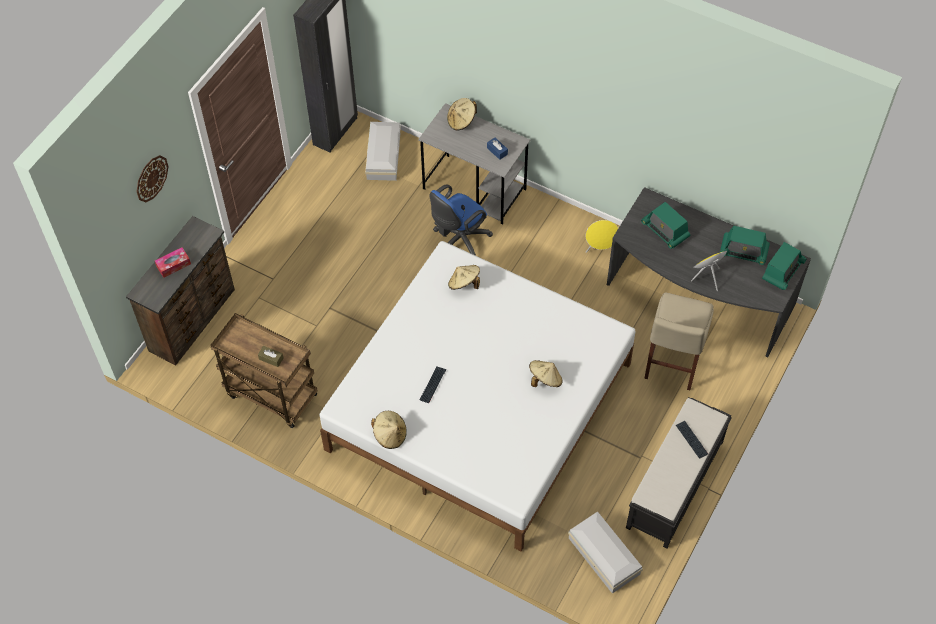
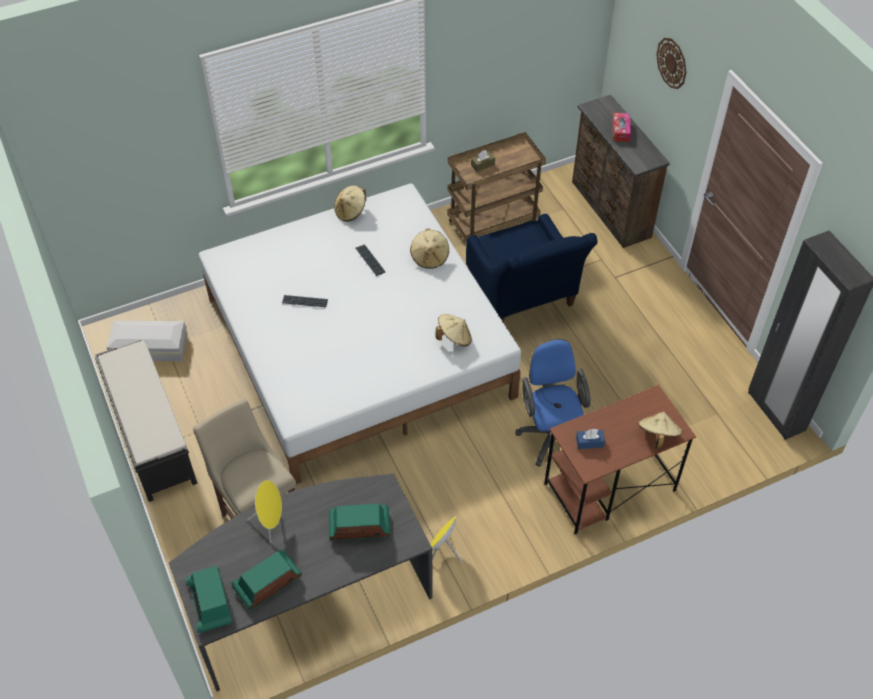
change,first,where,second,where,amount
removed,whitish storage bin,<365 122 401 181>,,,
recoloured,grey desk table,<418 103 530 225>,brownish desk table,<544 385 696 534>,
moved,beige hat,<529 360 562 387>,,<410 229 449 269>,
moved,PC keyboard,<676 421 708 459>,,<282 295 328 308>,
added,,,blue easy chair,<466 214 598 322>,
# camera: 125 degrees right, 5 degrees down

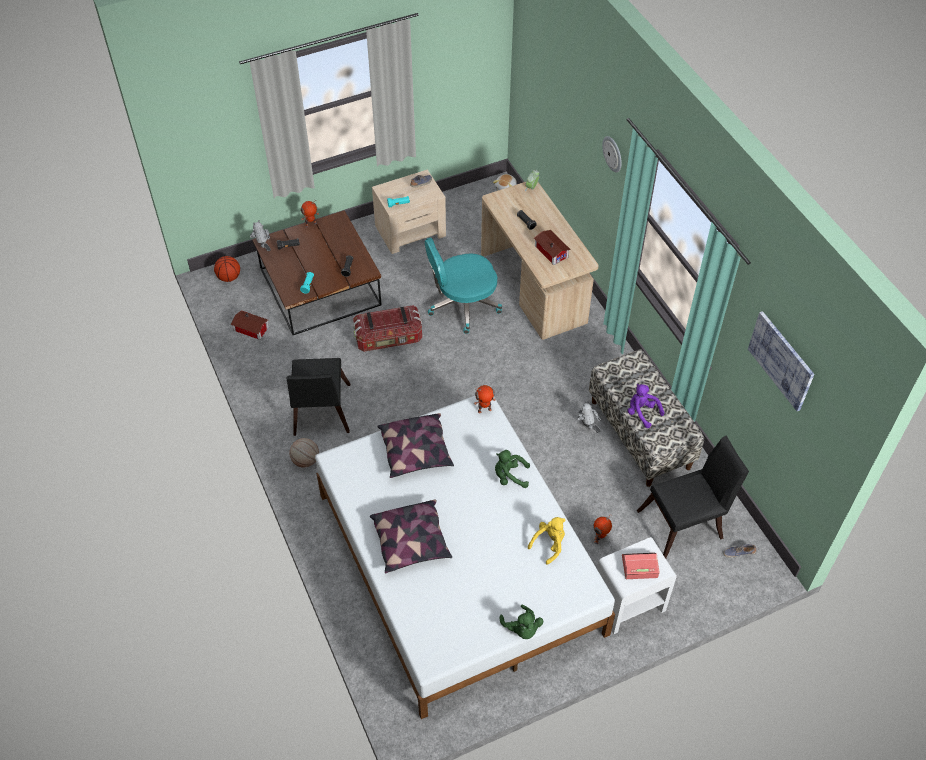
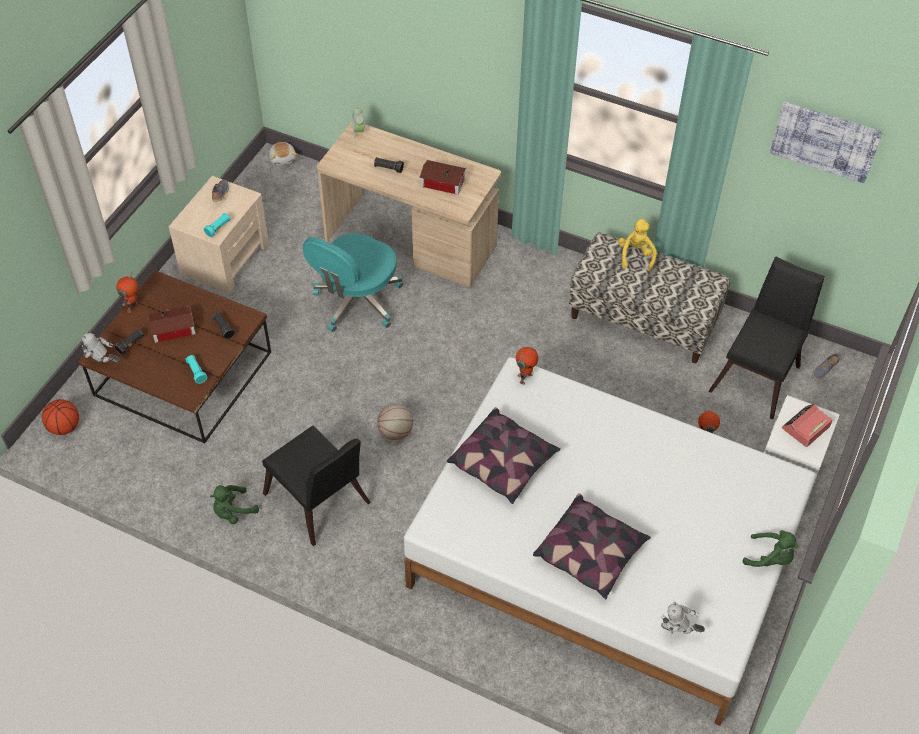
change,first,where,second,where,amount
moved,toy house,<231 310 269 340>,,<148 306 196 343>,
moved,basketball ball,<289 438 319 468>,,<377 404 413 440>,
removed,storage bin,<353 305 422 352>,,,
moved,green cuddly toy,<495 450 530 488>,,<210 485 259 524>,
moved,yellowish cuddly toy,<528 517 565 565>,,<618 219 657 271>,
moved,robot figure,<578 402 601 433>,,<661 602 705 634>,
removed,hanging clock,<602 136 622 173>,,,
removed,purplish cuddly toy,<628 384 664 428>,,,
# camera: 40 degrees left, 0 degrees up

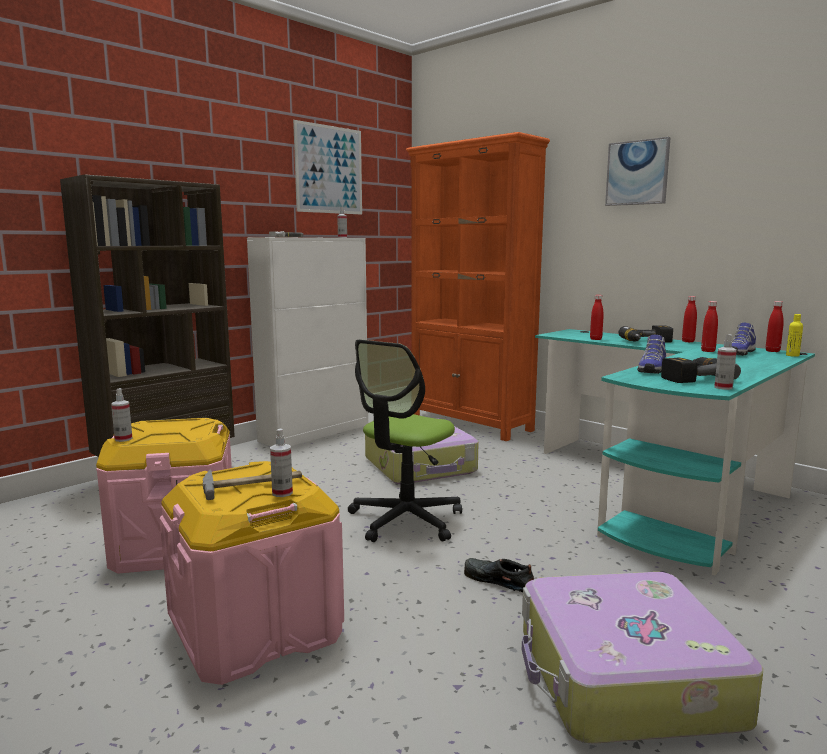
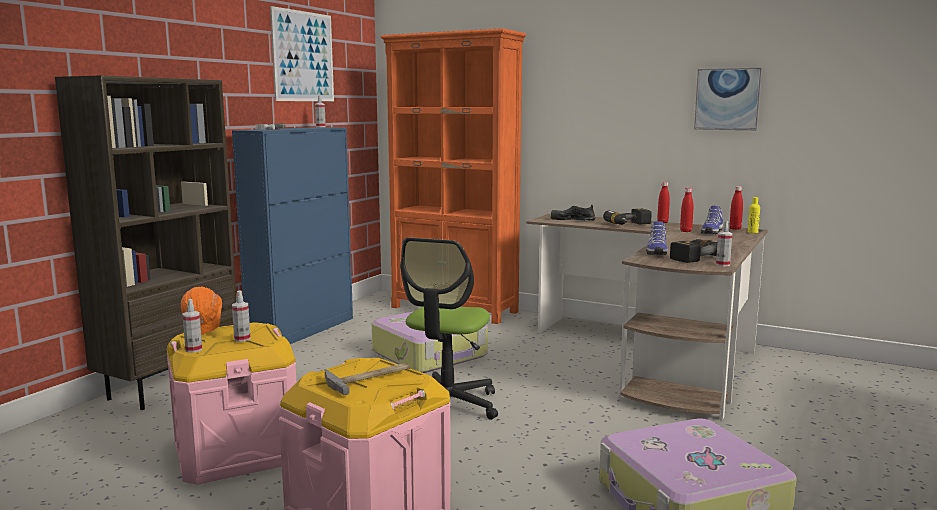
change,first,where,second,where,amount
recoloured,whitish storage cabinet,<247 237 368 446>,blue storage cabinet,<232 127 353 344>,
moved,hand sprayer,<270 429 293 497>,,<232 290 251 342>,
moved,blackish shoe,<464 558 534 592>,,<551 205 595 221>,
recoloured,blue-green desk table,<535 329 815 576>,brownish desk table,<526 213 768 421>,
removed,red bottle,<590 295 603 340>,,,
moved,picture,<605 137 671 206>,,<694 68 762 130>,
added,,,orange safety helmet,<181 286 222 335>,
# camera: 15 degrees left, 0 degrees up

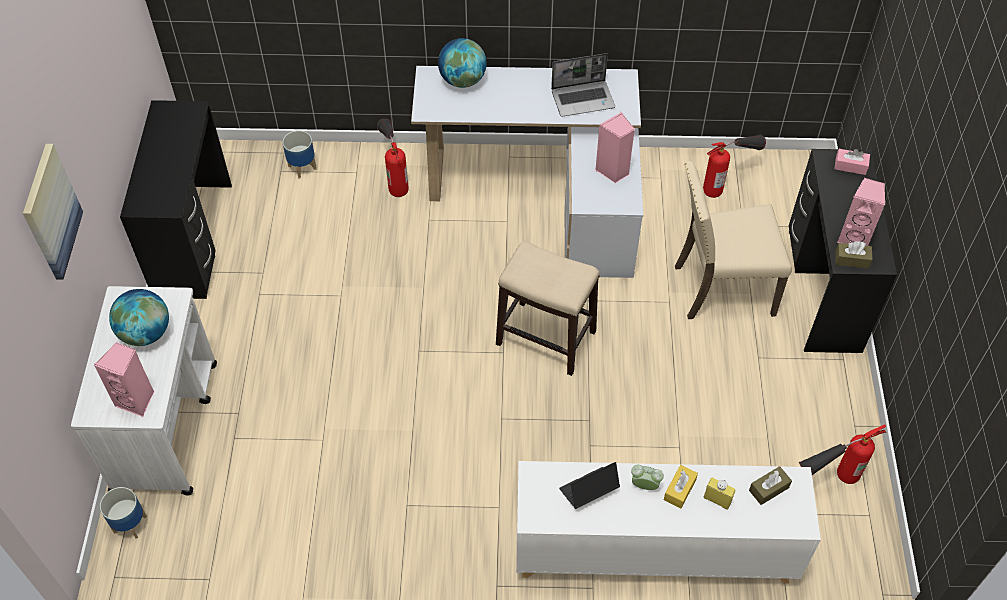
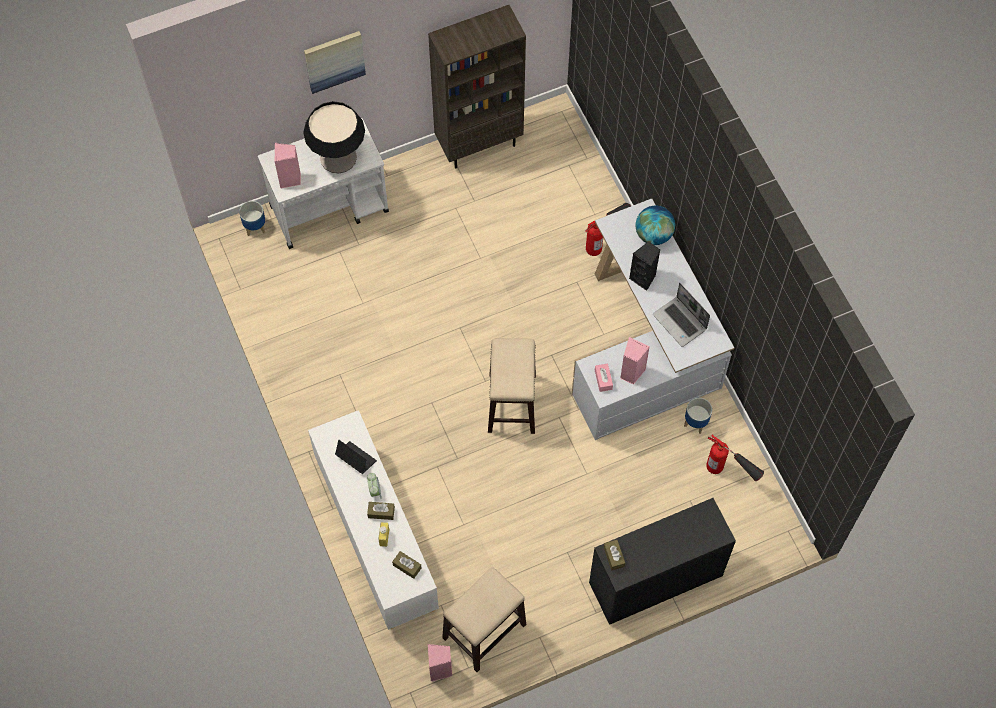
change,first,where,second,where,amount
replaced,world globe,<109 289 169 346>,tabletop lamp,<303 101 365 174>,
replaced,blackish desk table,<120 100 232 299>,brownish bookshelf,<428 5 526 168>,
moved,flower pot,<283 130 317 178>,,<684 398 712 434>,
recoloured,yellowish box of tissues,<664 465 698 509>,brownish box of tissues,<367 502 395 520>,
removed,beige upright chair,<675 161 792 319>,,,
replaced,fire-fighting cylinder,<799 424 886 484>,sitting stool,<442 567 526 672>,
moved,pinkish box of tissues,<834 149 870 175>,,<595 363 613 392>,
moved,pinkish loudspeaker,<837 178 885 246>,,<428 644 452 682>,
added,,,blackish loudspeaker,<629 241 660 291>,
# camera: 65 degrees right, 10 degrees up

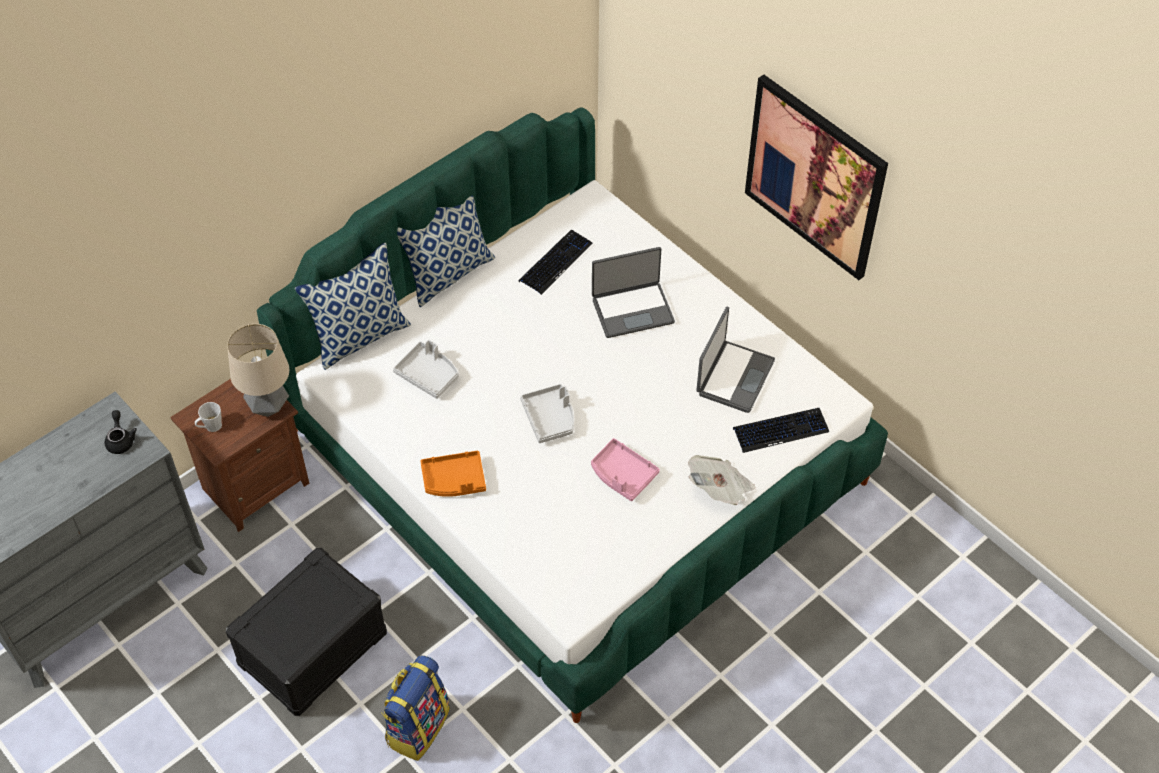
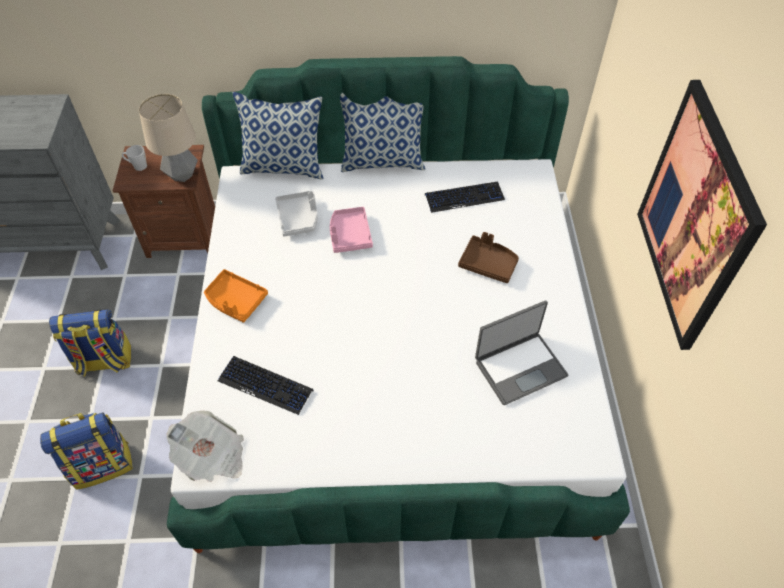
change,first,where,second,where,amount
removed,blackish pot for tea,<105 410 137 454>,,,
replaced,blackish storage bin,<226 548 387 716>,rucksack,<49 309 131 377>,
removed,grey carrying tray,<520 384 574 443>,,,
moved,pinkish carrying tray,<591 438 660 501>,,<330 207 373 253>,
replaced,portable computer,<592 247 675 338>,brownish carrying tray,<458 232 519 283>,
moved,daily paper,<688 455 756 505>,,<167 411 244 482>,
moved,PC keyboard,<733 408 829 453>,,<218 356 313 415>,
# camera: 40 degrees right, 0 degrees up

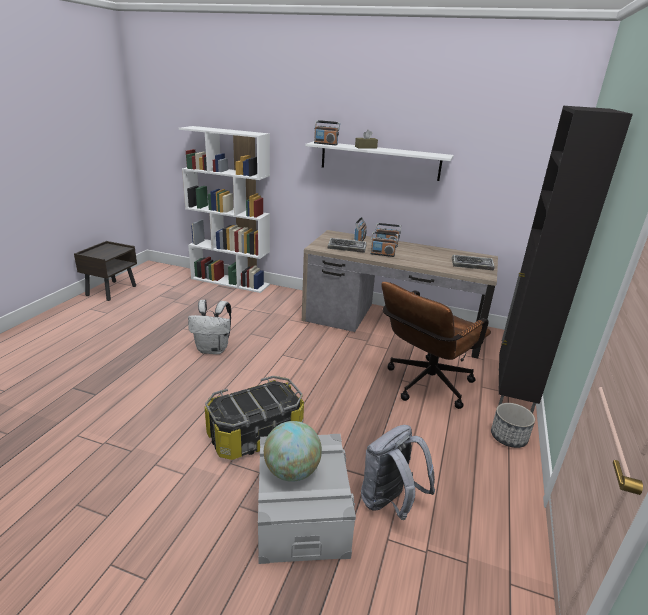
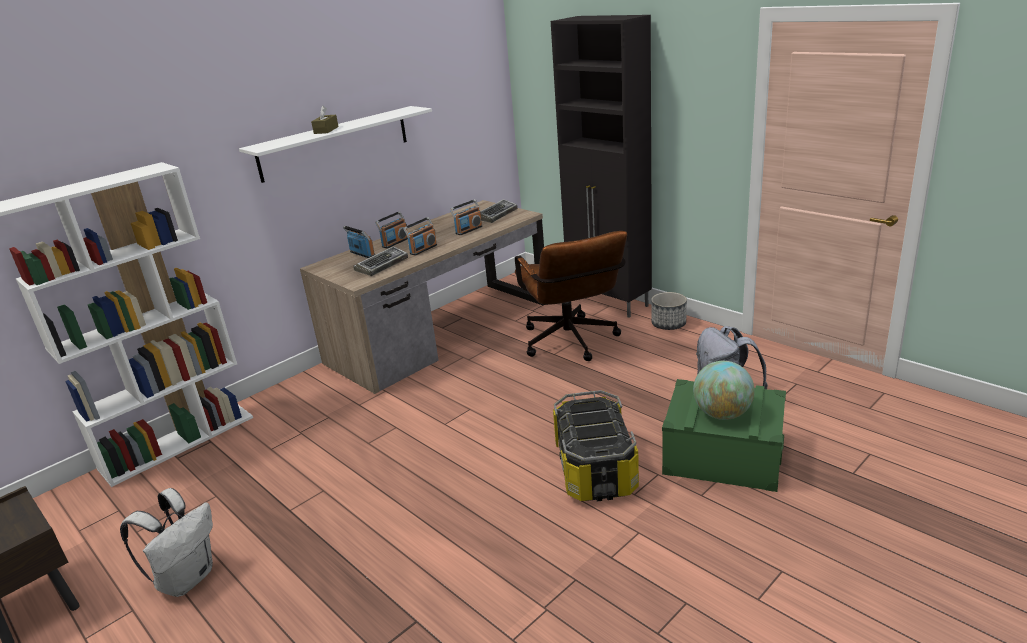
change,first,where,second,where,amount
moved,whitish rucksack,<188 300 231 354>,,<120 488 213 597>,
recoloured,grey storage bin,<258 434 356 564>,green storage bin,<662 379 786 492>,
moved,radio receiver,<314 120 340 145>,,<450 199 483 235>,
# camera: 60 degrees left, 0 degrees up

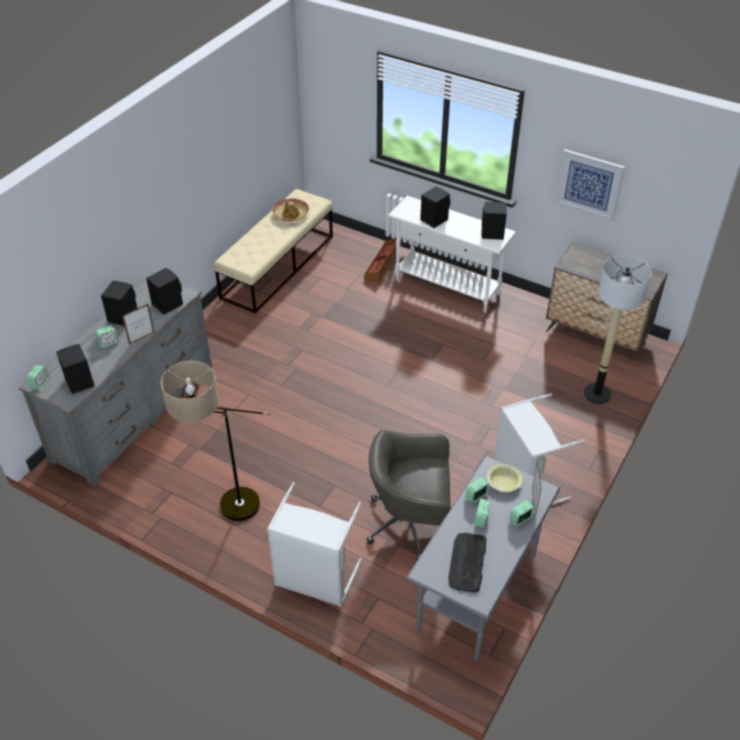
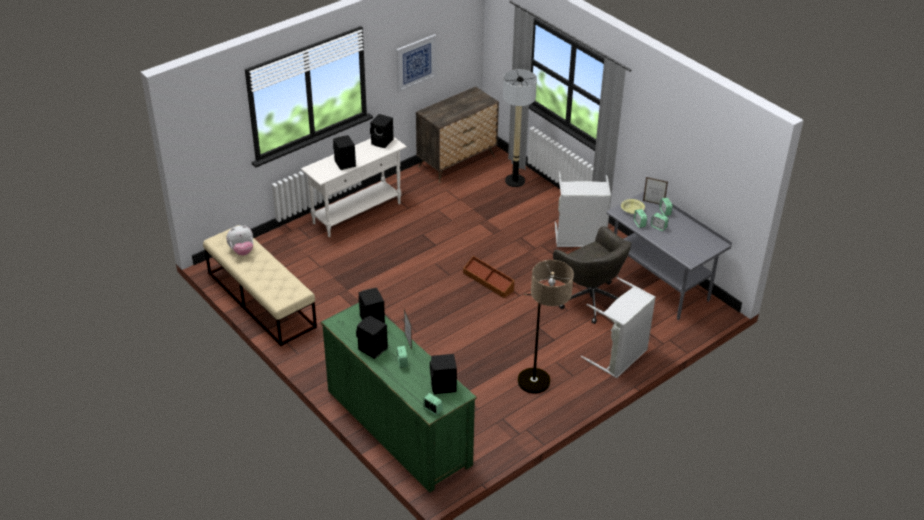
change,first,where,second,where,amount
recoloured,grey chest of drawers,<19 272 212 486>,green chest of drawers,<321 303 477 493>,
replaced,hat,<272 198 309 221>,cuddly toy,<226 225 253 256>,
moved,brownish storage bin,<364 239 396 283>,,<463 256 515 298>,
turned,grey office chair,<366 430 451 560>,,<553 226 631 324>,60 degrees counterclockwise
removed,PC keyboard,<448 533 486 593>,,,
# camera: 70 degrees left, 5 degrees down

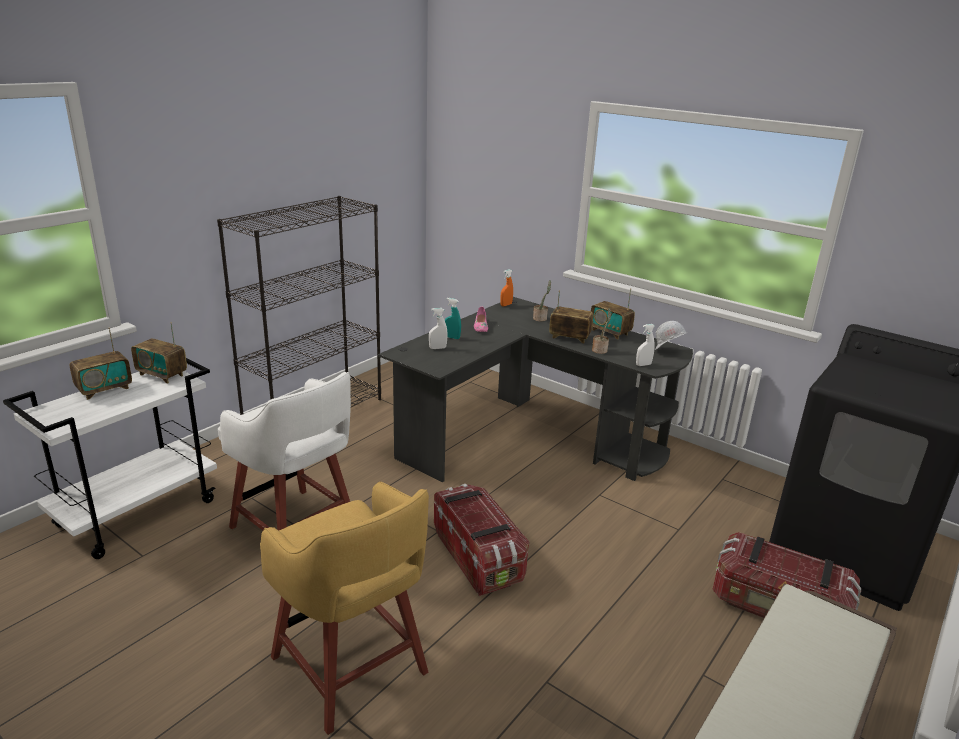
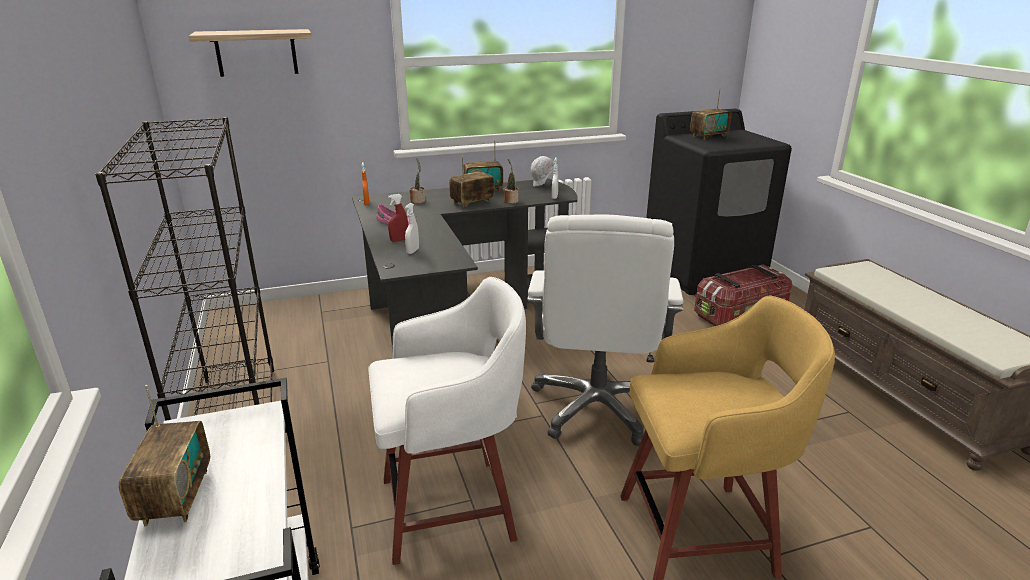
change,first,where,second,where,amount
moved,radio receiver,<131 322 187 383>,,<690 88 732 140>,
replaced,storage bin,<434 484 529 596>,whitish office chair,<527 215 683 446>,
recoloured,blue-green hand sprayer,<445 298 461 339>,red hand sprayer,<388 194 408 242>,
added,,,shelf,<189 29 312 77>,
# camera: 55 degrees left, 0 degrees up

